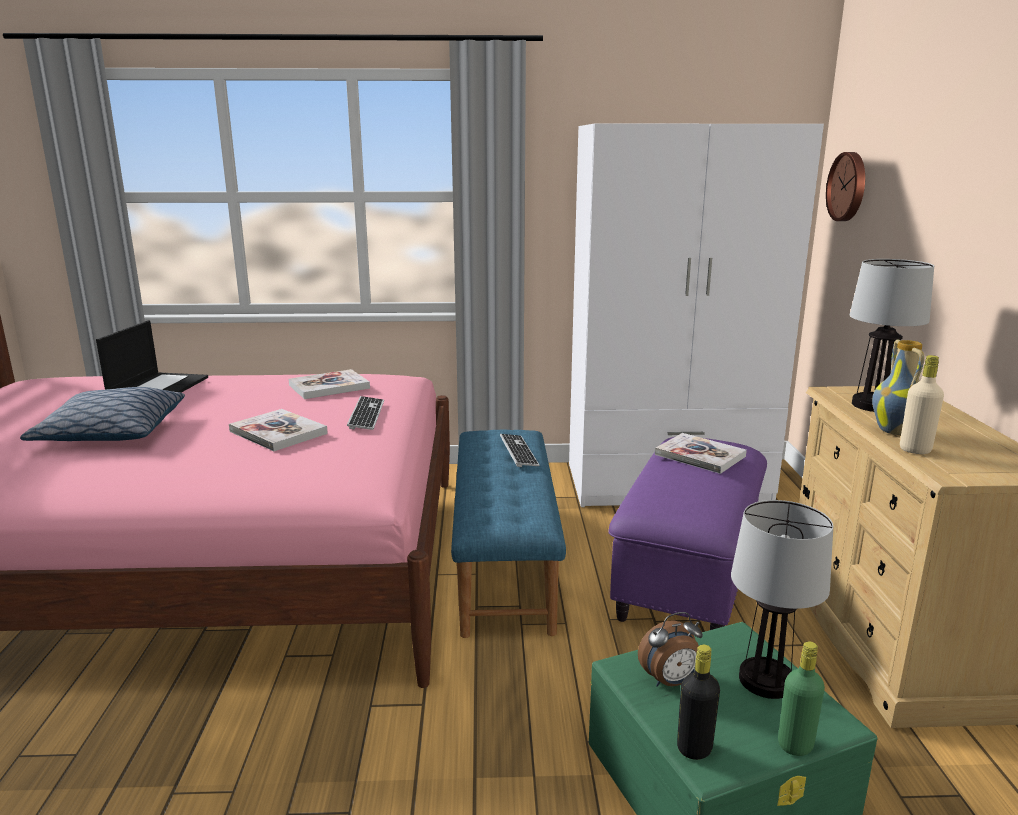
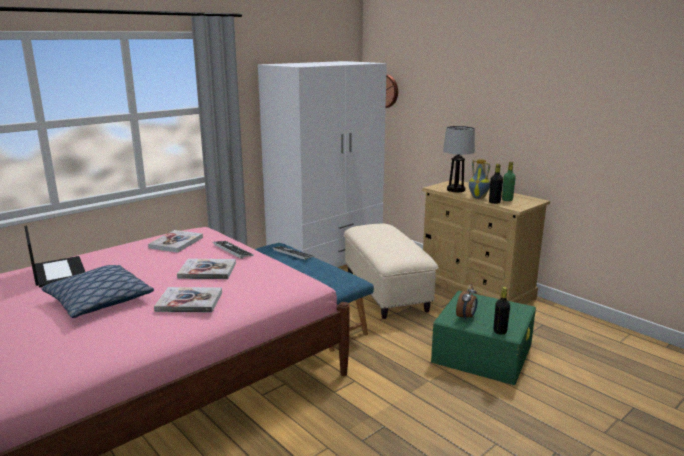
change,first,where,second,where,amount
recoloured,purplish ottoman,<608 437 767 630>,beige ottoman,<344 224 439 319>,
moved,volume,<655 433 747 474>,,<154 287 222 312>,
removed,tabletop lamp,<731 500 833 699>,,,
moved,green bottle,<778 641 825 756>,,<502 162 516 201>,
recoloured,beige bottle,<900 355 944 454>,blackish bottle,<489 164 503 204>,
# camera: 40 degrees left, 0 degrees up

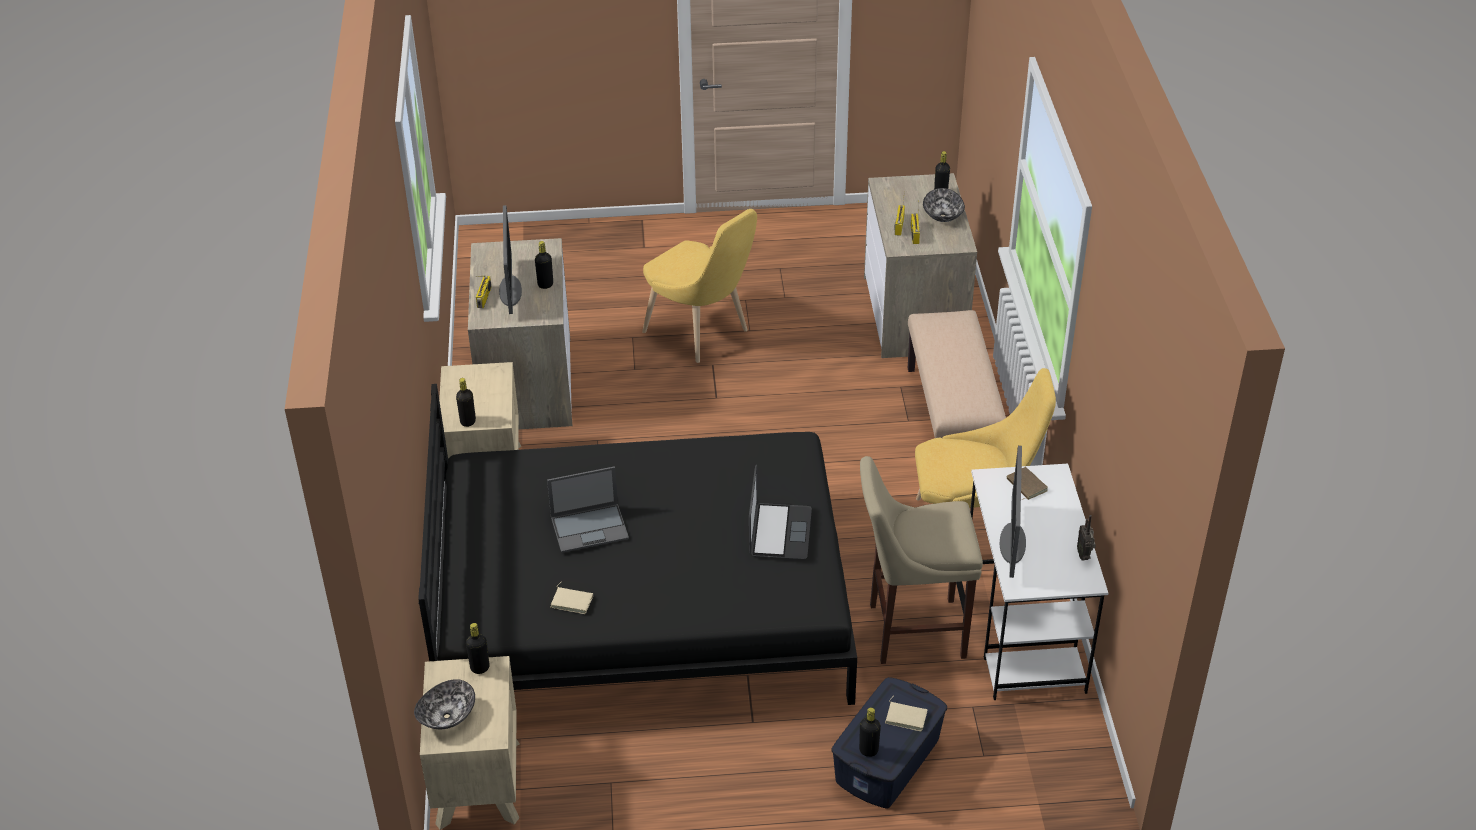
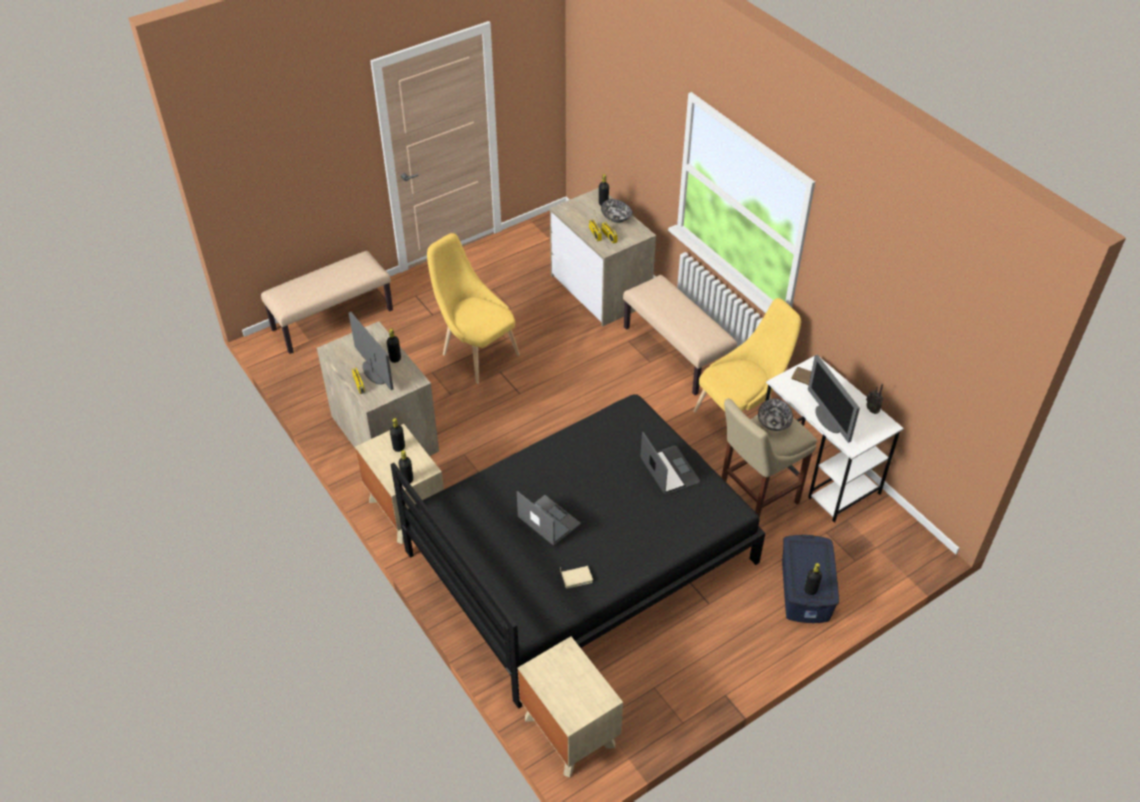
change,first,where,second,where,amount
moved,bowl,<414 679 475 729>,,<758 399 793 431>,
moved,blackish bottle,<466 623 490 674>,,<390 418 405 452>,
turned,portable computer,<547 466 629 553>,,<517 491 581 546>,90 degrees counterclockwise
turned,yellowish upright chair,<642 209 757 363>,,<427 233 520 384>,150 degrees counterclockwise
removed,beige volume,<885 697 928 732>,,,
added,,,beige indoor bench,<261 251 393 354>,
# camera: 30 degrees left, 5 degrees up

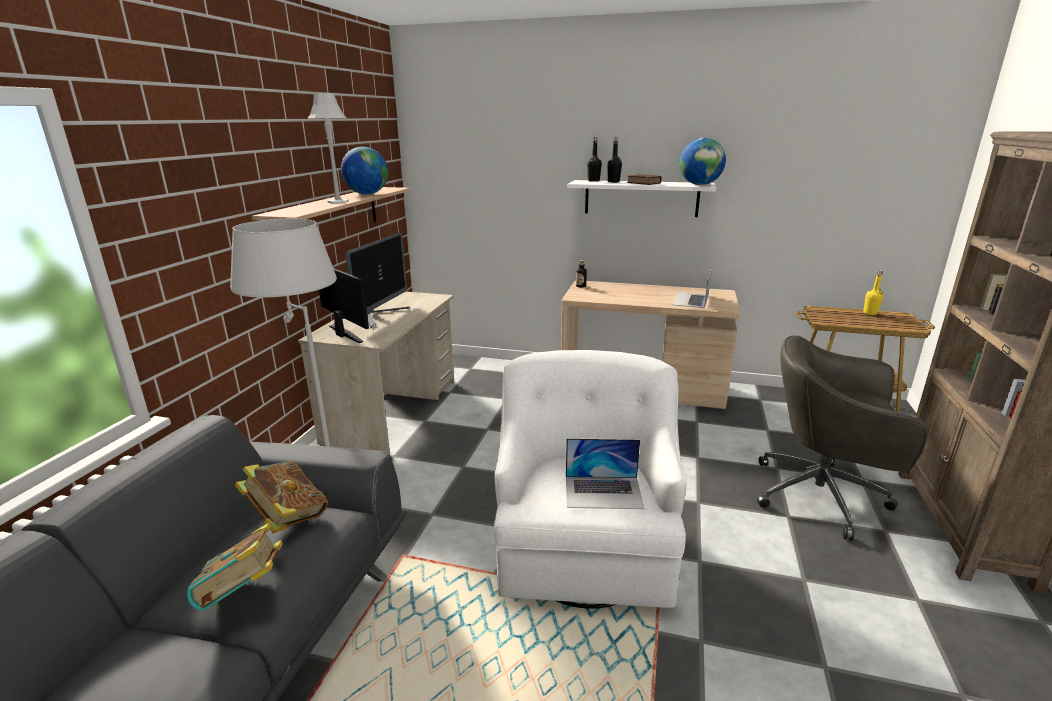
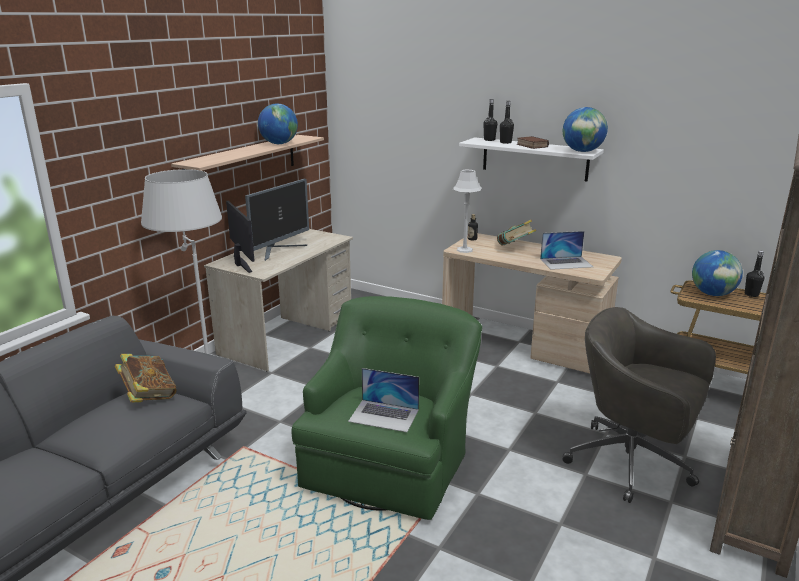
change,first,where,second,where,amount
moved,volume,<187 523 283 611>,,<497 220 536 245>,
moved,grey tabletop lamp,<308 93 349 203>,,<453 170 482 253>,
recoloured,whitish easy chair,<494 350 687 609>,green easy chair,<291 296 482 520>,
turned,portable computer,<673 268 712 308>,,<540 231 593 270>,135 degrees counterclockwise
recoloured,yellowish bottle,<863 270 883 315>,blackish bottle,<745 251 765 297>,
added,,,world globe,<692 250 743 296>,
# camera: 15 degrees right, 0 degrees up

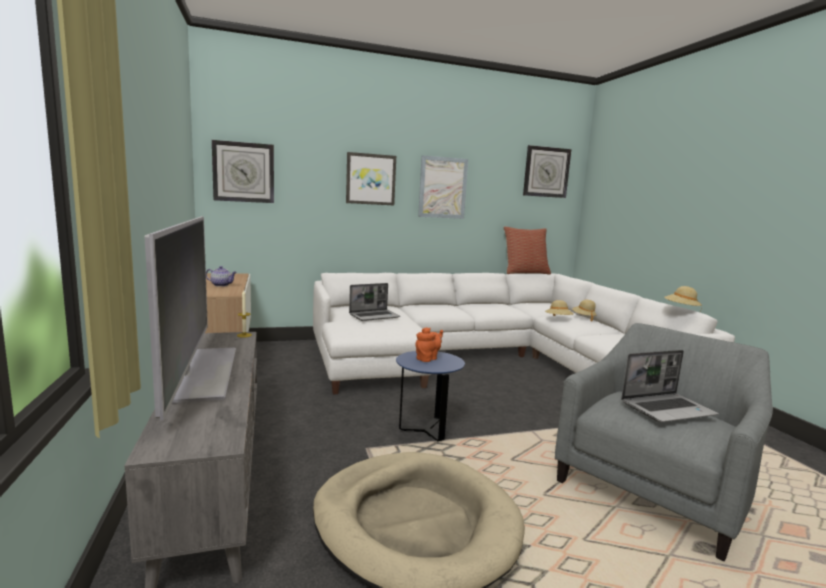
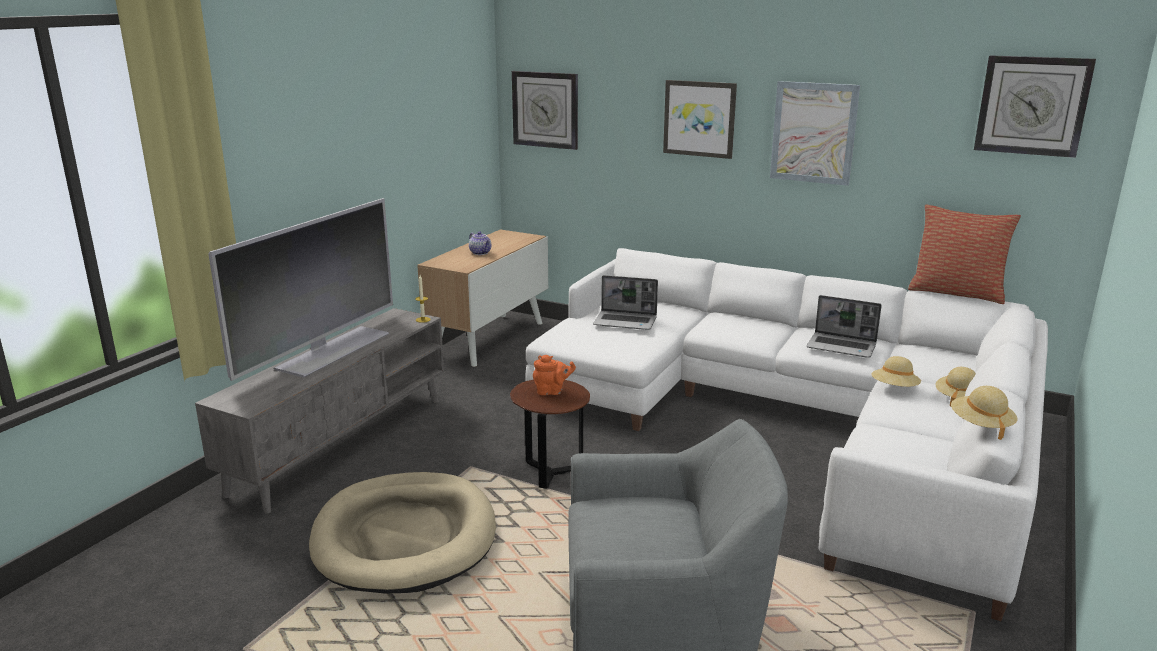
change,first,where,second,where,amount
recoloured,blue end table,<396 351 465 441>,brownish end table,<510 379 590 489>,
moved,portable computer,<621 350 719 422>,,<806 295 882 358>,
# camera: 45 degrees right, 10 degrees up

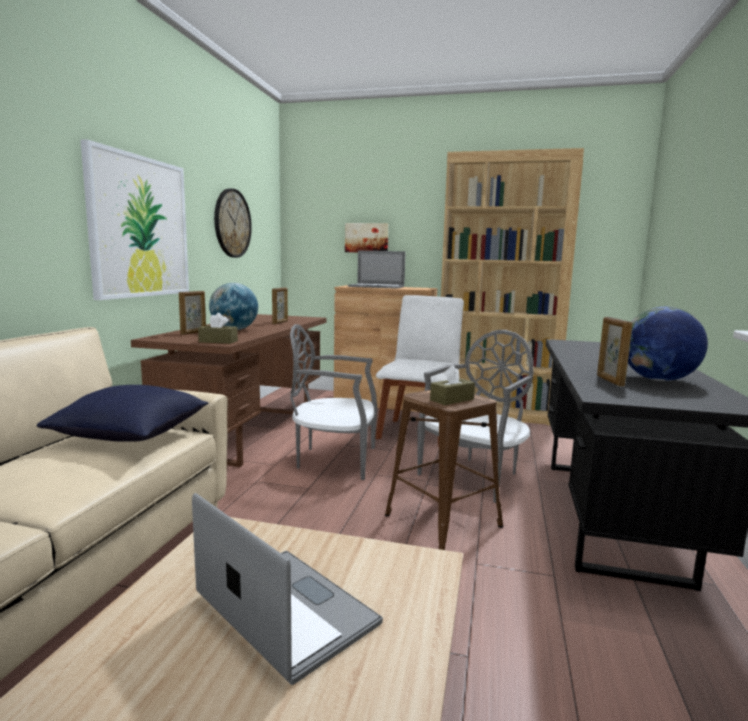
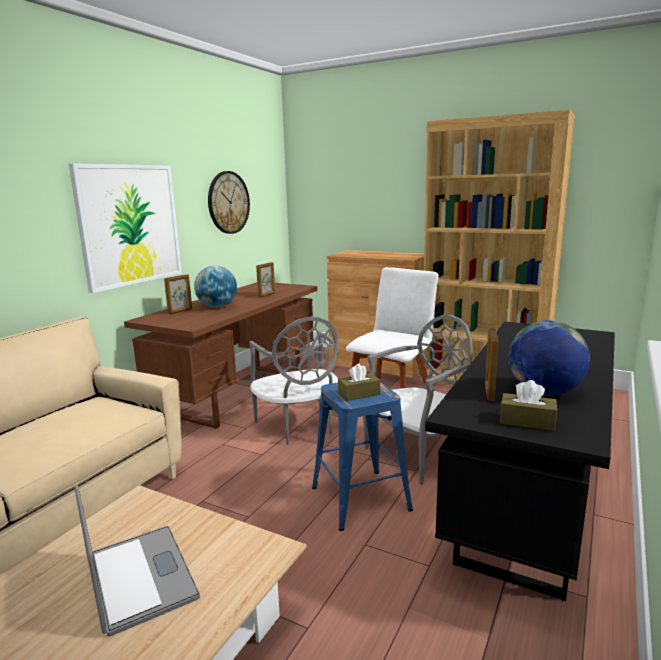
change,first,where,second,where,amount
removed,blue throw pillow,<37 385 209 442>,,,
moved,brownish box of tissues,<198 313 238 344>,,<500 380 557 431>,
turned,grey upright chair,<290 324 377 480>,,<249 316 338 445>,135 degrees counterclockwise
removed,picture,<345 223 388 252>,,,
removed,portable computer,<348 251 405 289>,,,
recoloured,brownish sitting stool,<385 390 503 550>,blue sitting stool,<312 382 413 531>,
# camera: 15 degrees right, 5 degrees up

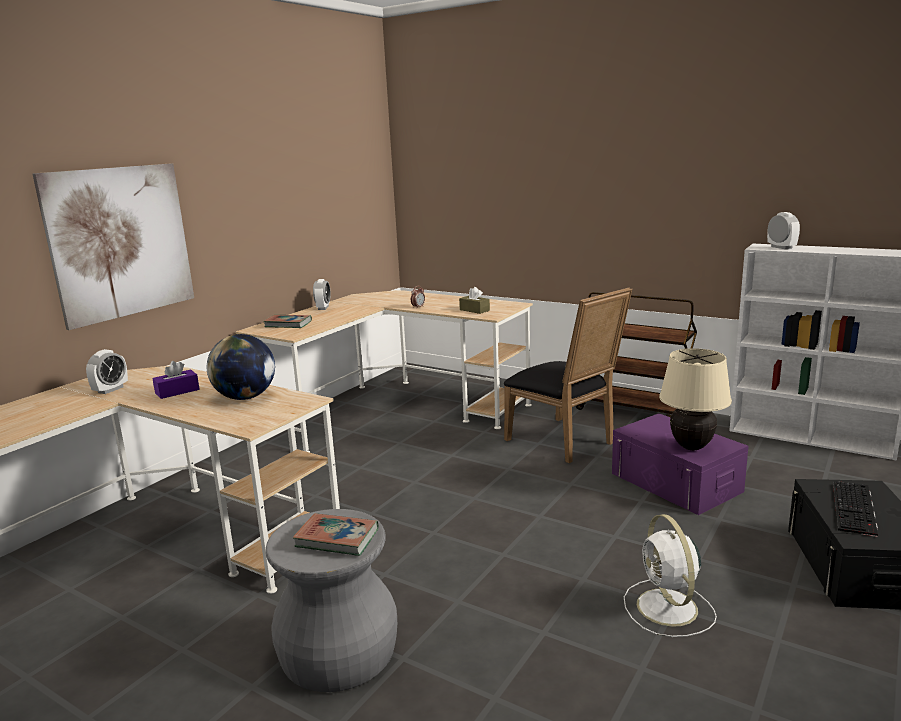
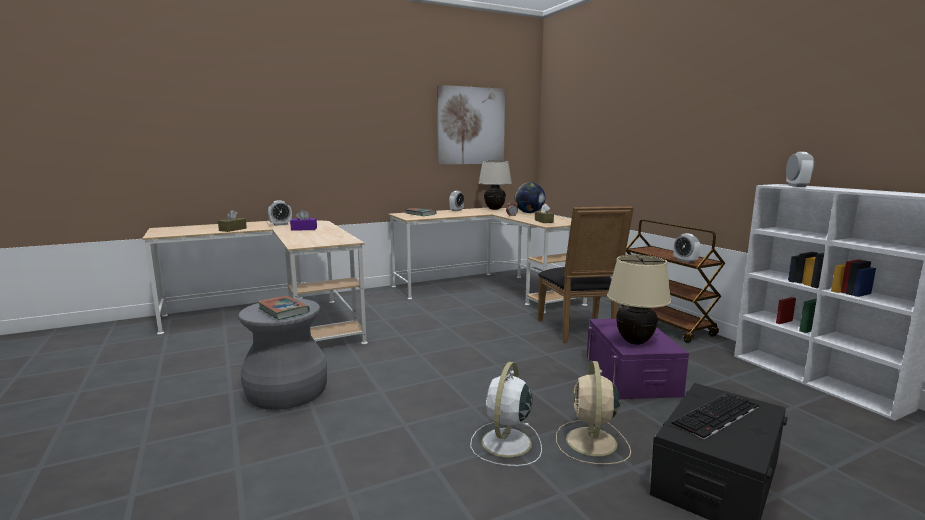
change,first,where,second,where,amount
moved,picture,<32 163 194 330>,,<437 85 505 165>,
moved,world globe,<207 334 275 400>,,<514 182 545 213>,
added,,,brownish box of tissues,<218 210 247 232>,
added,,,beige tabletop lamp,<478 160 512 210>,
added,,,beige electric fan,<556 361 631 465>,
added,,,table clock,<673 233 700 263>,
# camera: 30 degrees right, 5 degrees down

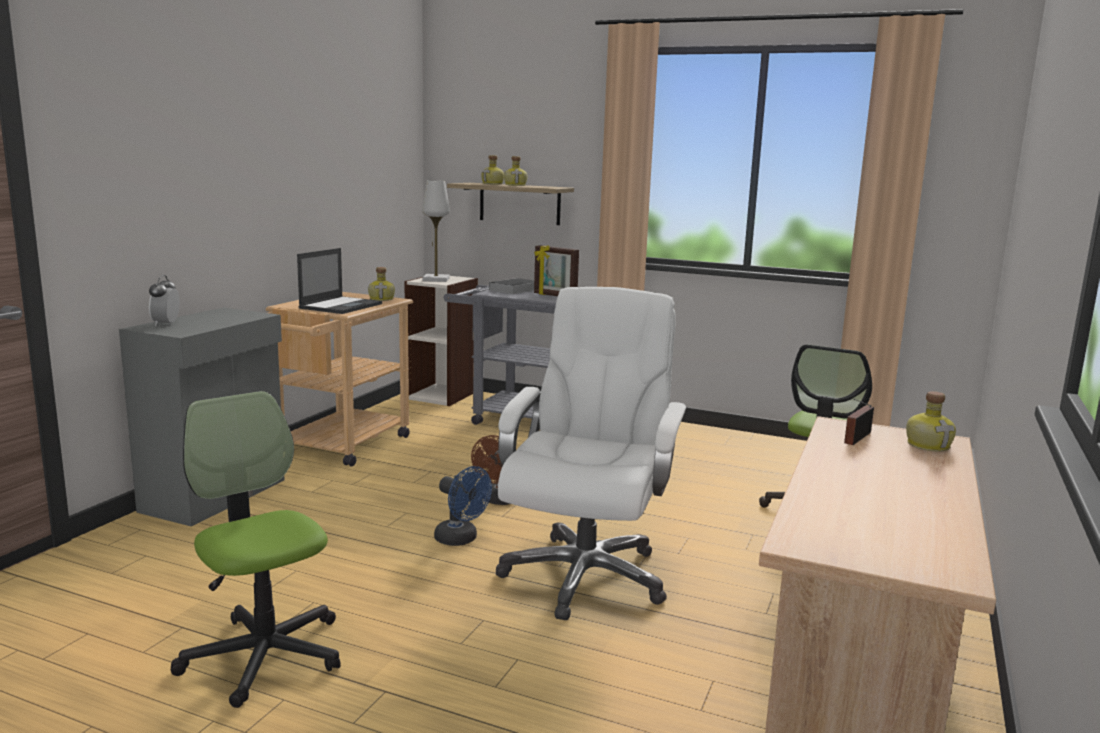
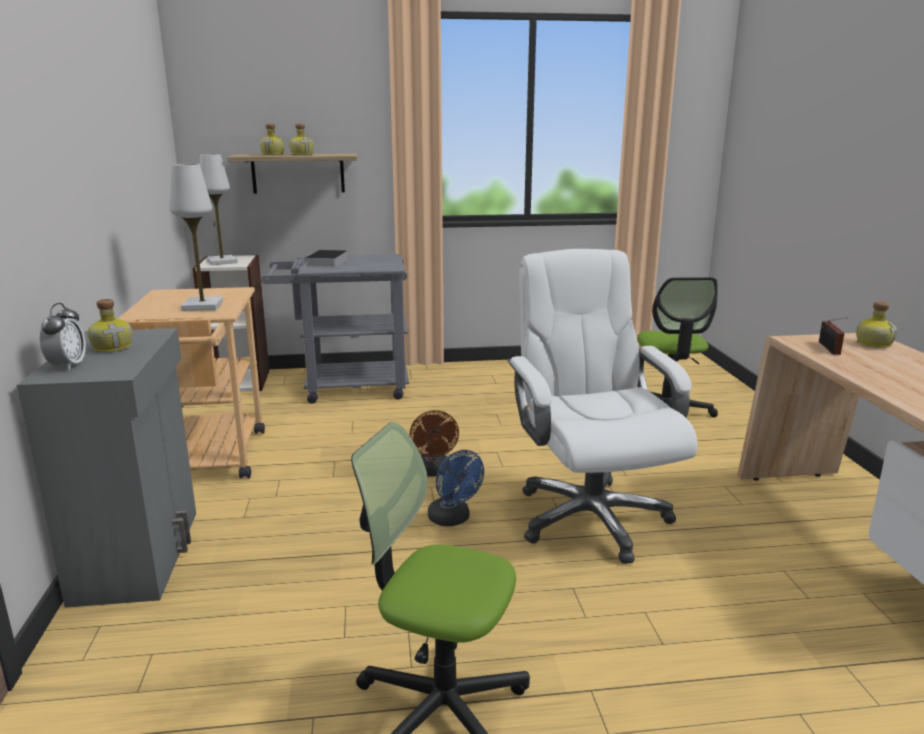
change,first,where,second,where,amount
turned,table clock,<149 275 180 326>,,<40 303 86 370>,150 degrees counterclockwise
replaced,portable computer,<297 248 382 314>,whitish tabletop lamp,<169 164 223 311>,
moved,bottle,<368 267 395 301>,,<87 299 132 352>,
turned,blue electric fan,<434 466 492 546>,,<428 450 484 526>,45 degrees clockwise
removed,picture frame,<534 245 579 296>,,,
# camera: 30 degrees left, 5 degrees up

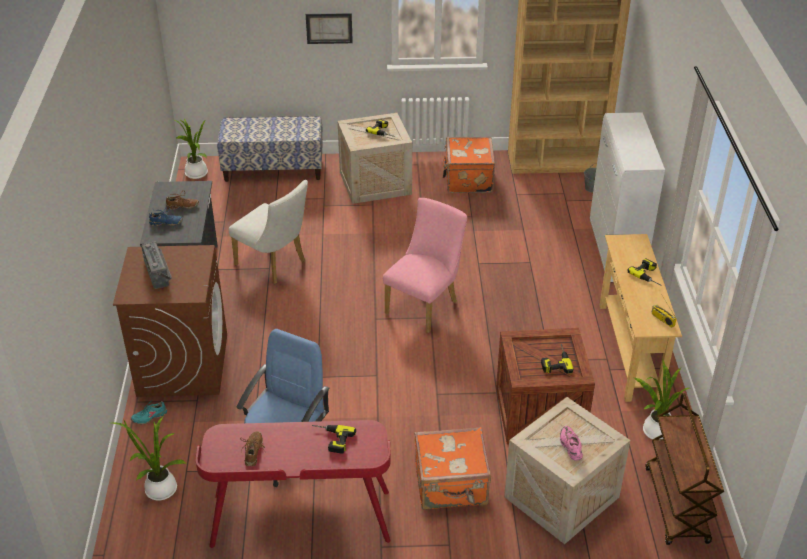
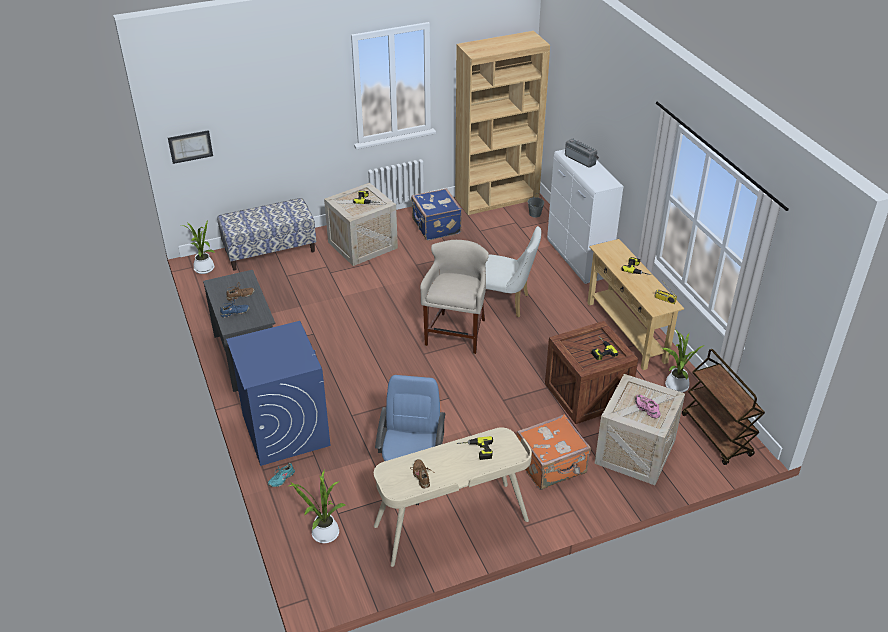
change,first,where,second,where,amount
recoloured,brownish laundry appliance,<113 245 227 397>,blue laundry appliance,<226 321 330 466>,
moved,radio receiver,<141 242 172 289>,,<565 138 599 168>,
recoloured,red desk table,<196 420 391 548>,beige desk table,<374 427 532 567>,
moved,whitish upright chair,<229 180 308 283>,,<485 226 541 318>,
moved,picture,<306 13 353 44>,,<168 130 213 164>,
replaced,pinkish upright chair,<383 198 467 333>,beige sitting stool,<420 240 489 354>,
recoloured,orange travel case,<443 137 495 193>,blue travel case,<411 188 462 241>,
# camera: 20 degrees left, 0 degrees up

